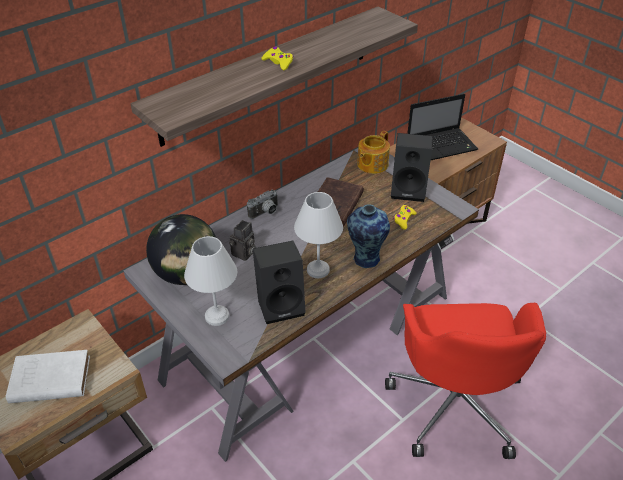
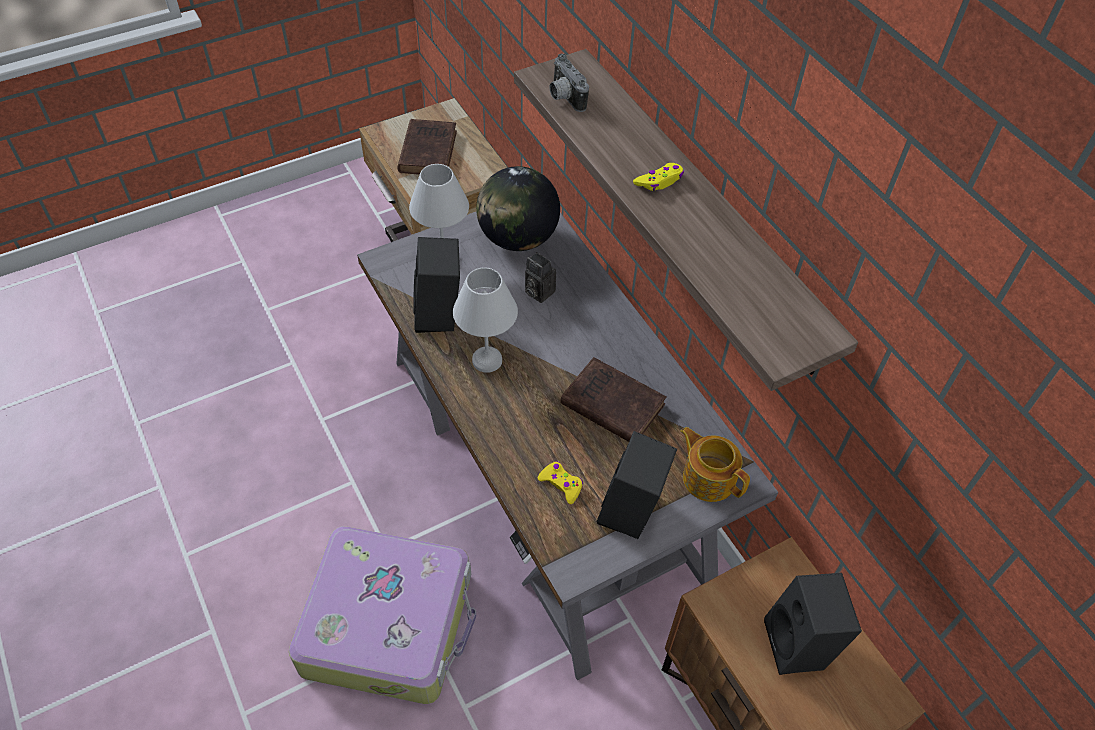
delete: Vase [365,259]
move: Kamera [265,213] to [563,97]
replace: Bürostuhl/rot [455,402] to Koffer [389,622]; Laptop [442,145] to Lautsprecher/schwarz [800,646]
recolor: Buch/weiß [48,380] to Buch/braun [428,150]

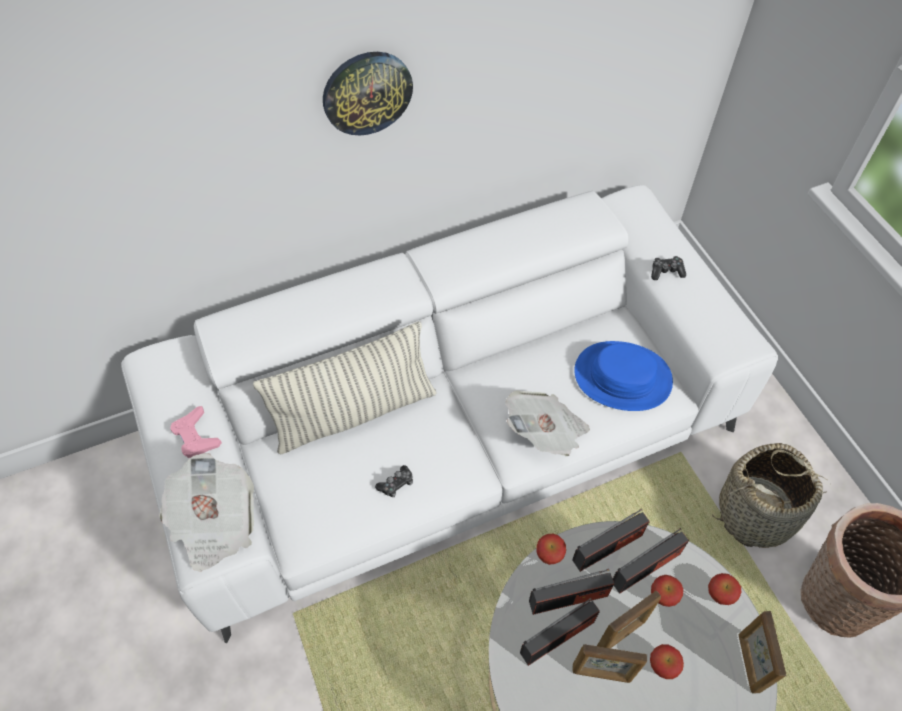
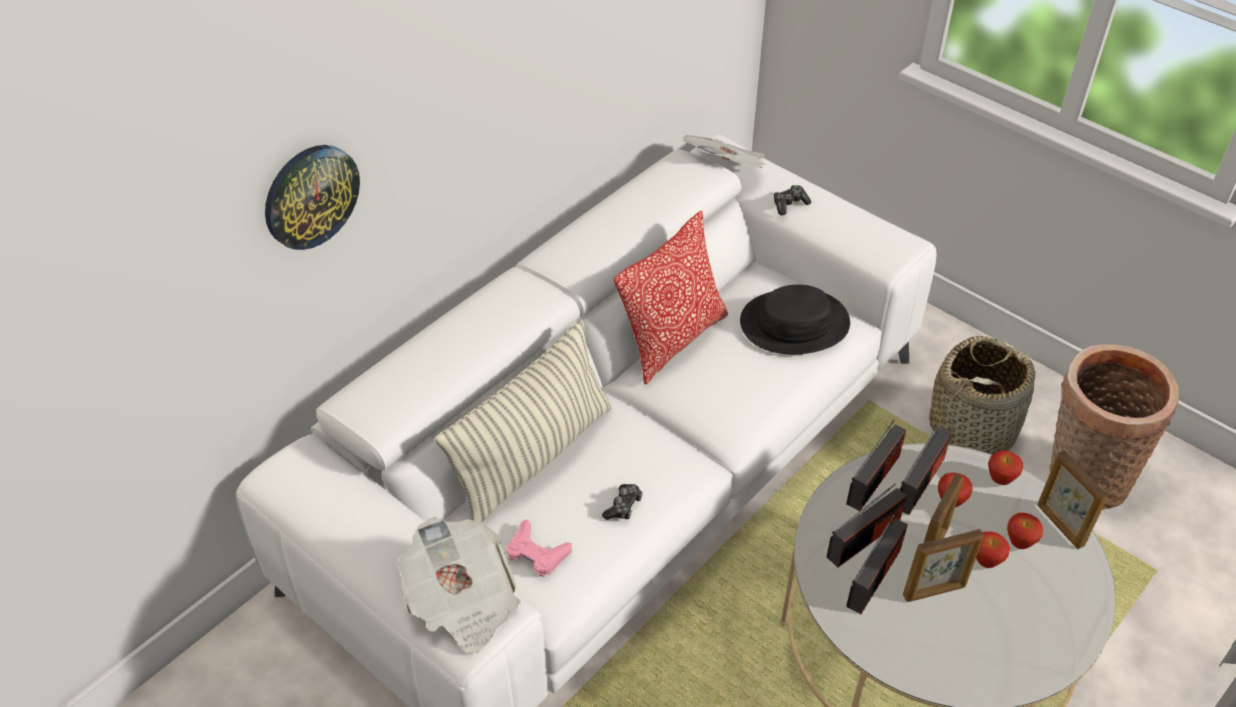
insert: Kissen [672,339]
move: Gamepad/rosa [196,436] to [536,553]; Wanduhr [367,92] to [310,196]; Zeitung [546,432] to [727,169]; Apfel [549,556] to [1019,543]
recolor: Hut/blau [622,377] to Hut/schwarz [794,324]

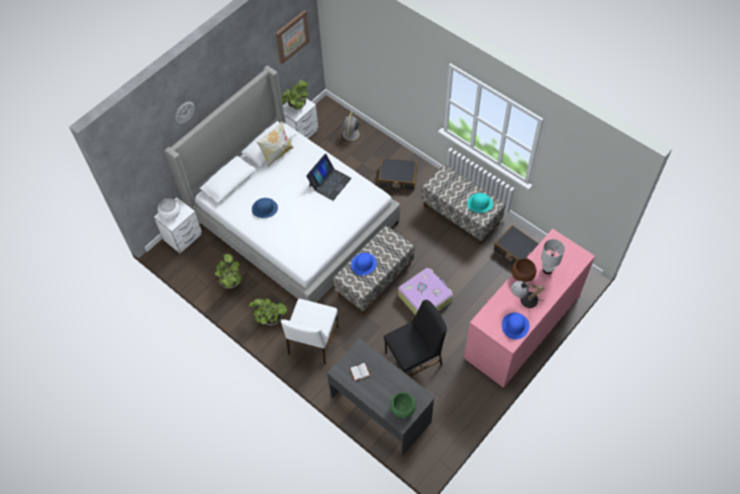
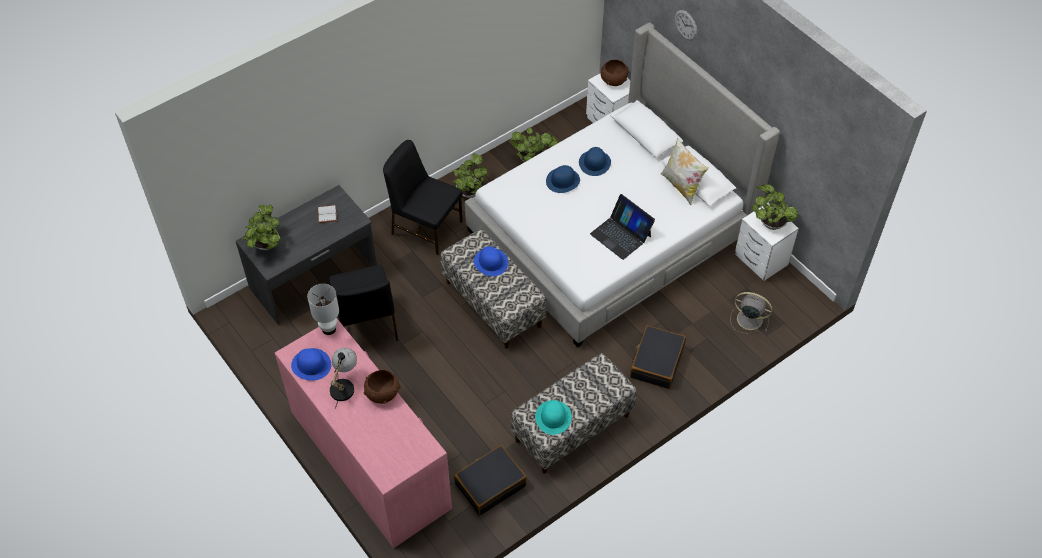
delete: Bild [291,36]; Koffer [425,297]
insert: Hut/blau [562,180]
move: Tischlampe/weiß [548,269] to [328,329]
replace: Schüssel/grün [403,408] to Topfpflanze [265,246]
recolor: Schüssel/weiß [170,214] to Schüssel/braun [613,80]; Stuhl/weiß [312,341] to Stuhl/schwarz [426,226]

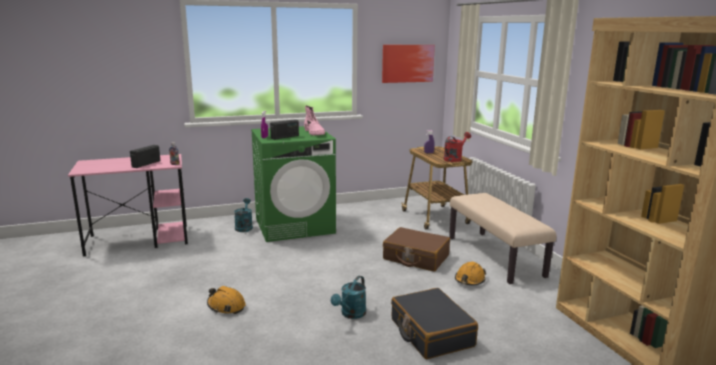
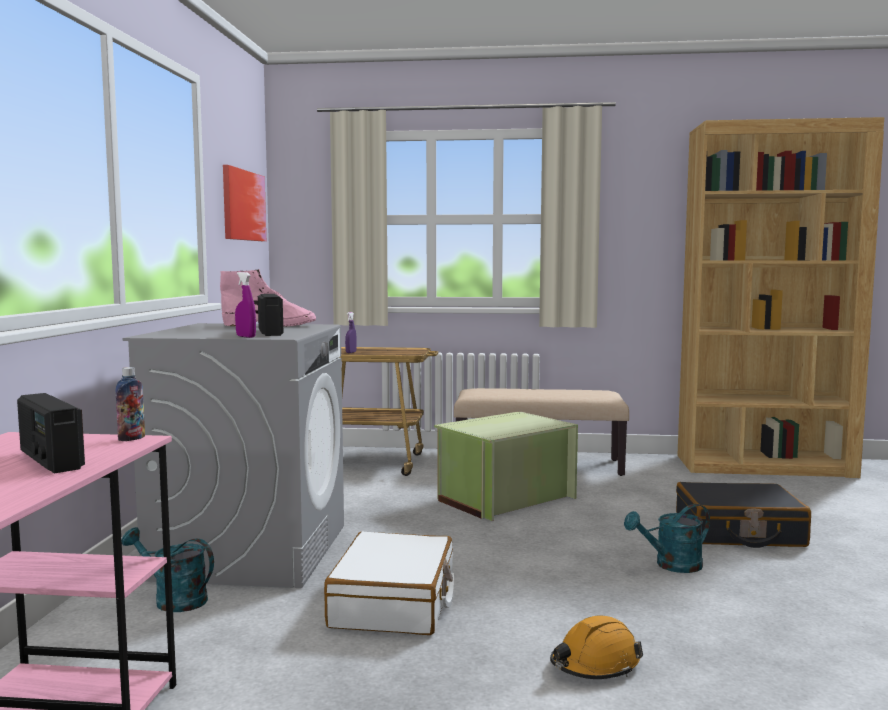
delete: Gießkanne/rot [454,159]; Schutzhelm/orange [469,280]
insert: Koffer/weiß [394,603]
replace: Koffer/braun [415,257] to Aufbewahrungsbox/grün [504,498]
recolor: Waschmaschine/grün [295,225] to Waschmaschine/grau [251,551]
rotate: Gießkanne/türkis [351,314] = [671,566] 105 degrees clockwise

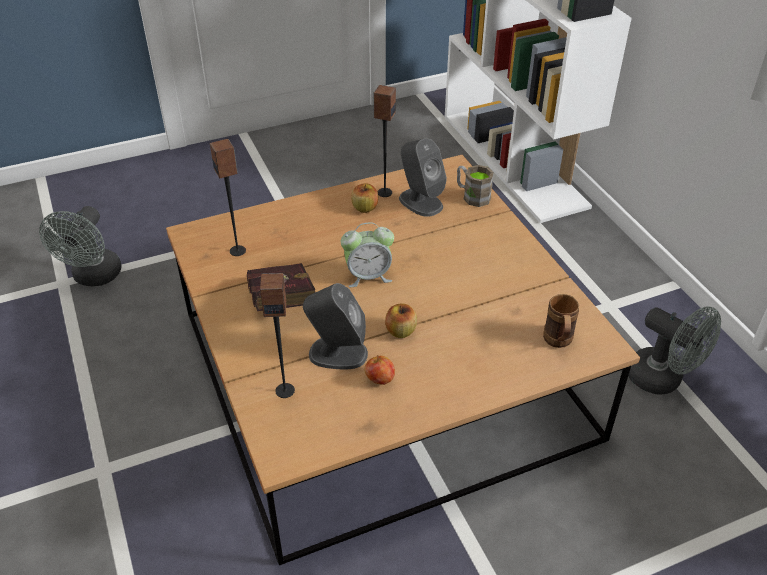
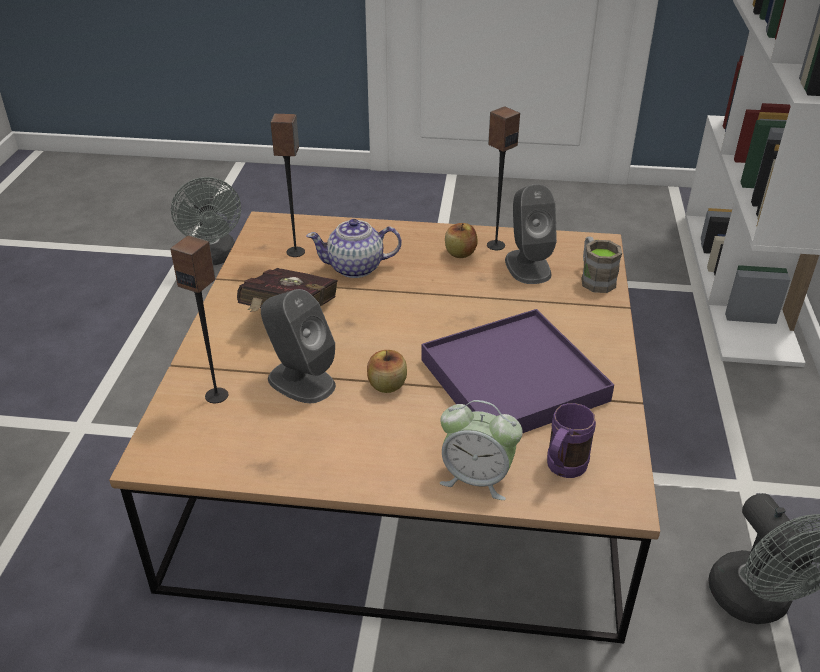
delete: Apfel [379,379]
insert: Teekanne [356,268]; Tablett/lila [512,380]
move: Wecker [368,276] to [476,478]
recolor: Henkelbecher/braun [558,343] to Henkelbecher/lila [562,470]
rotate: Ventilator/grau [94,277] = [213,258] 60 degrees counterclockwise

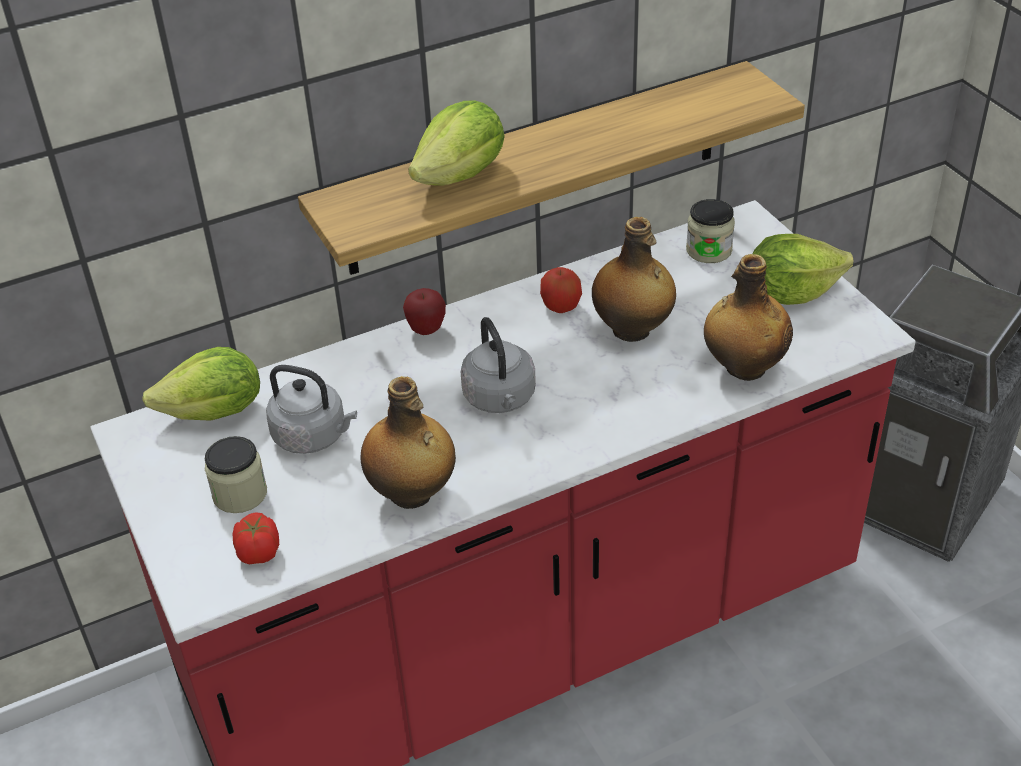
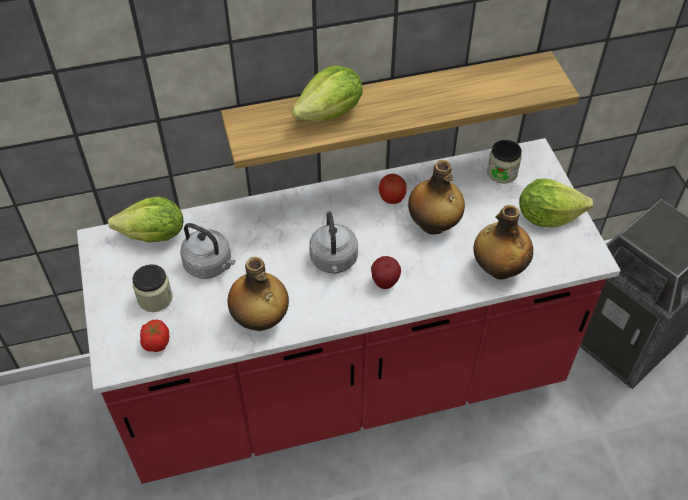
move: Apfel [426,330] to [385,283]

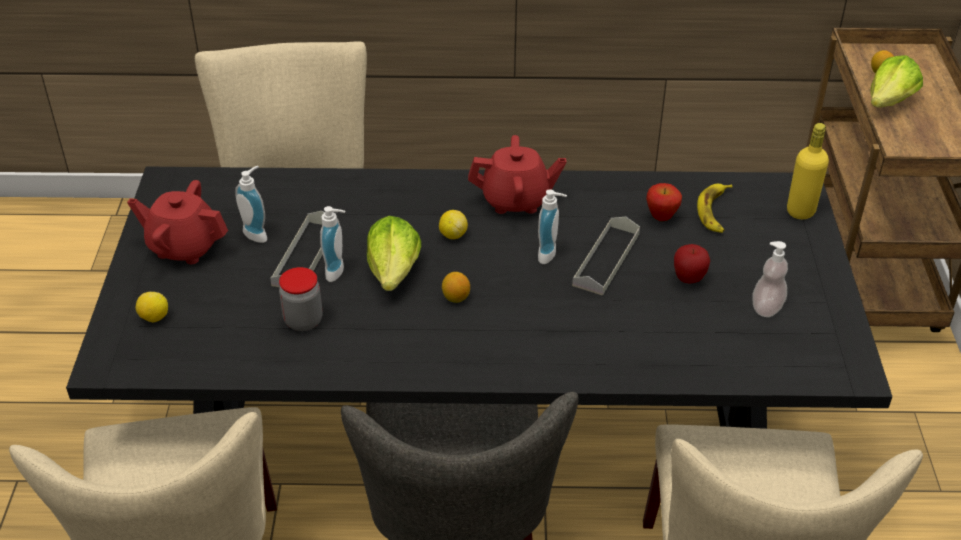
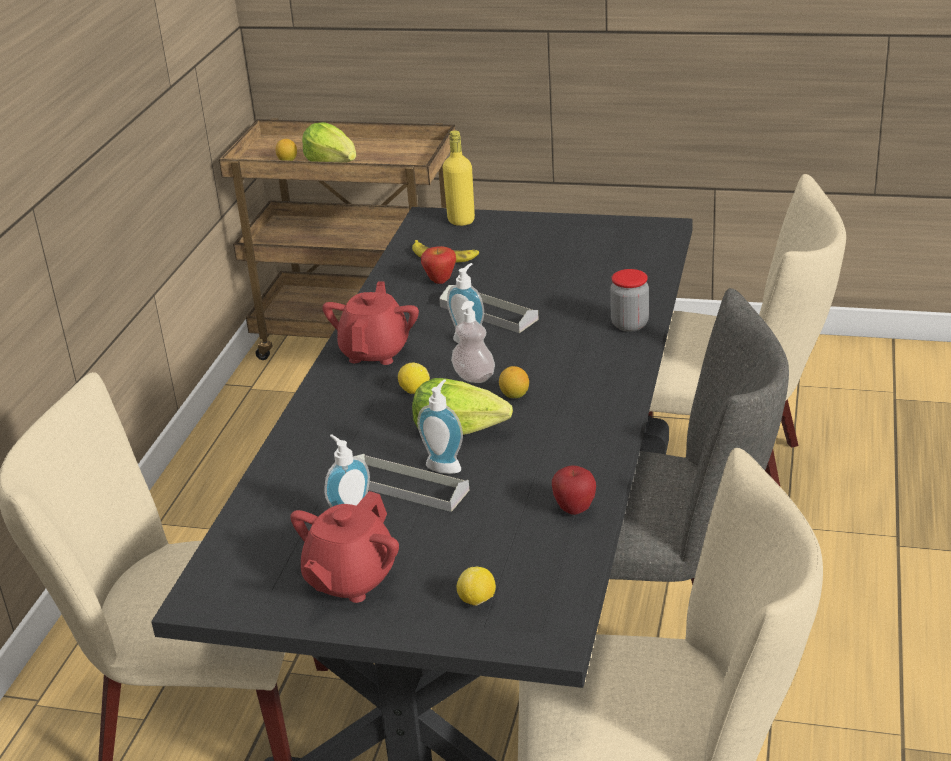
move: Vorratsglas [303,321] to [629,324]; Apfel [688,279] to [574,509]; Seifenspender [766,307] to [474,377]

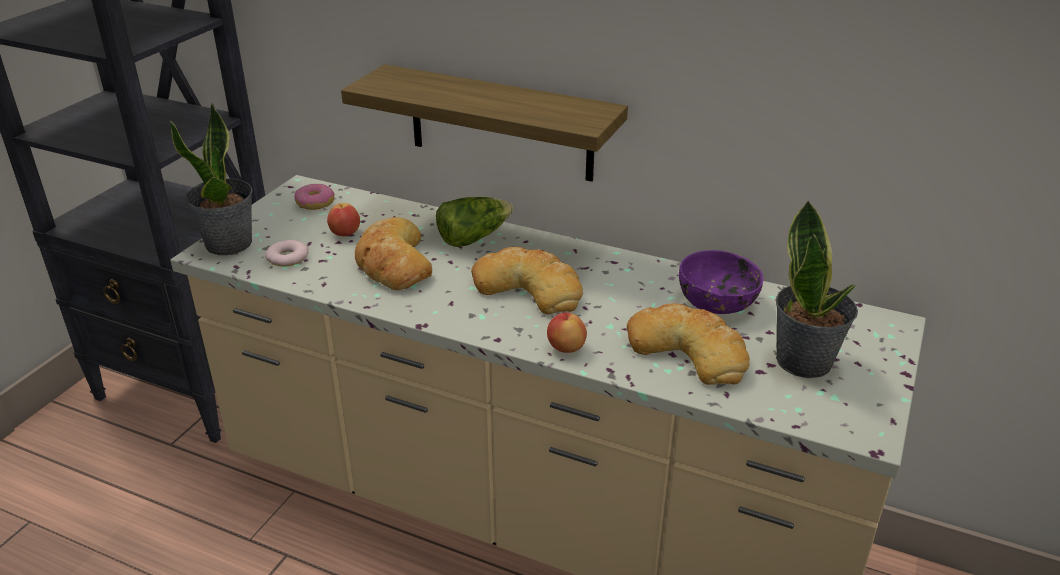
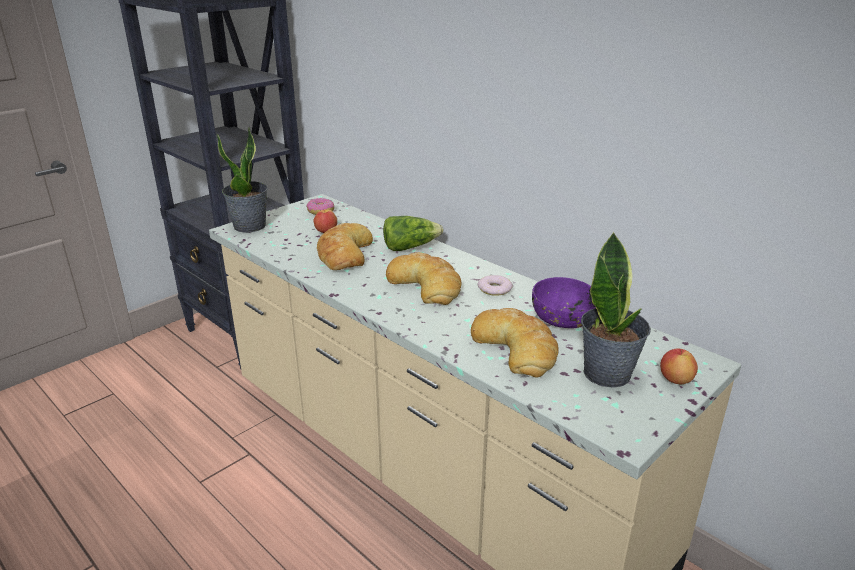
delete: Wandregal [500,123]
move: Donut [287,258] to [494,289]; Apfel [566,347] to [675,380]

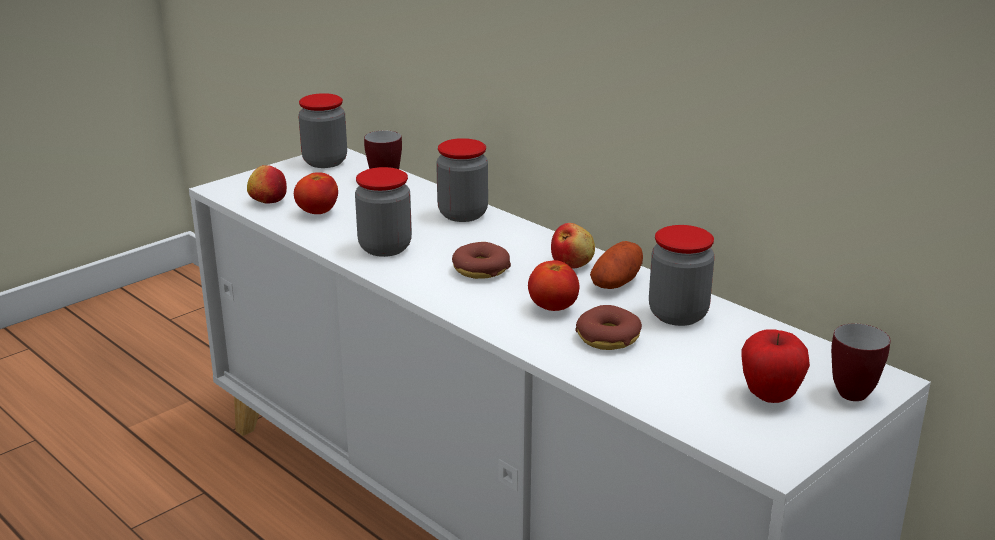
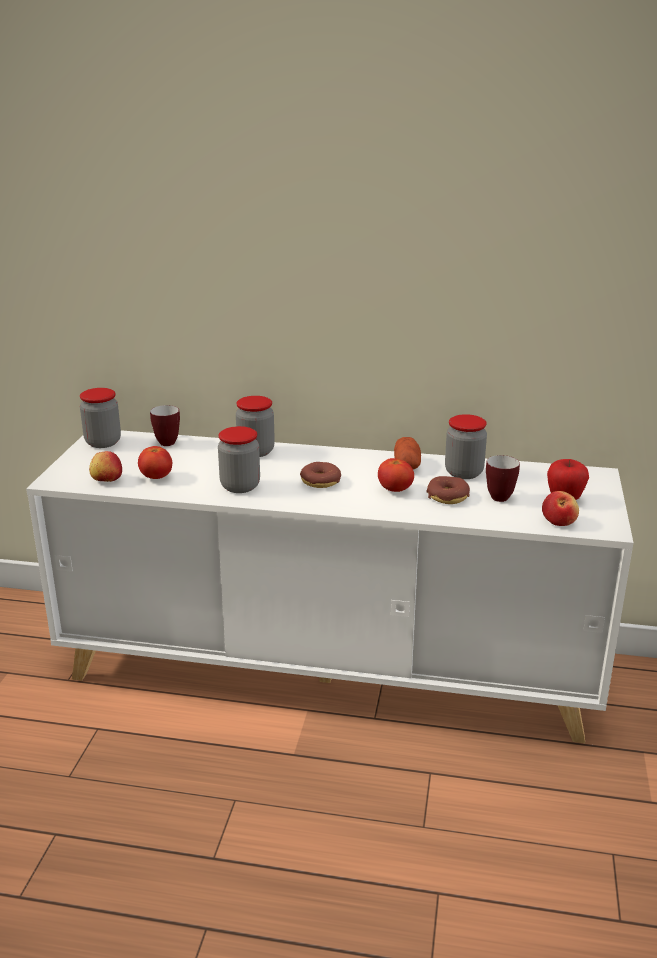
move: Apfel [572,263] to [559,521]; Henkelbecher [851,390] to [496,496]

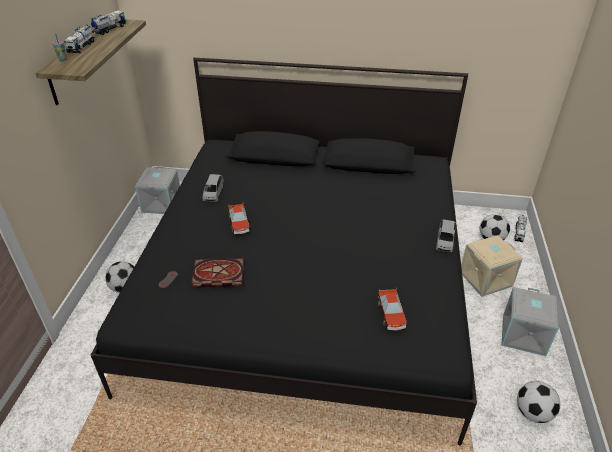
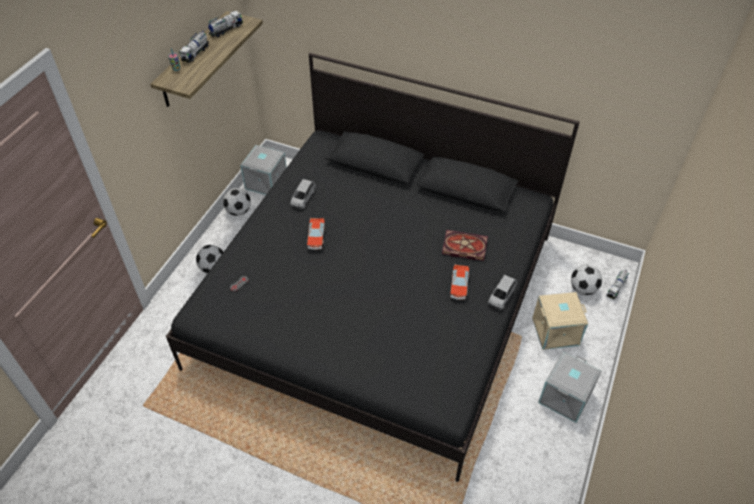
move: Buch [217,275] to [463,247]; Spielzeugauto [391,314] to [459,286]; Fußball [533,412] to [238,211]

